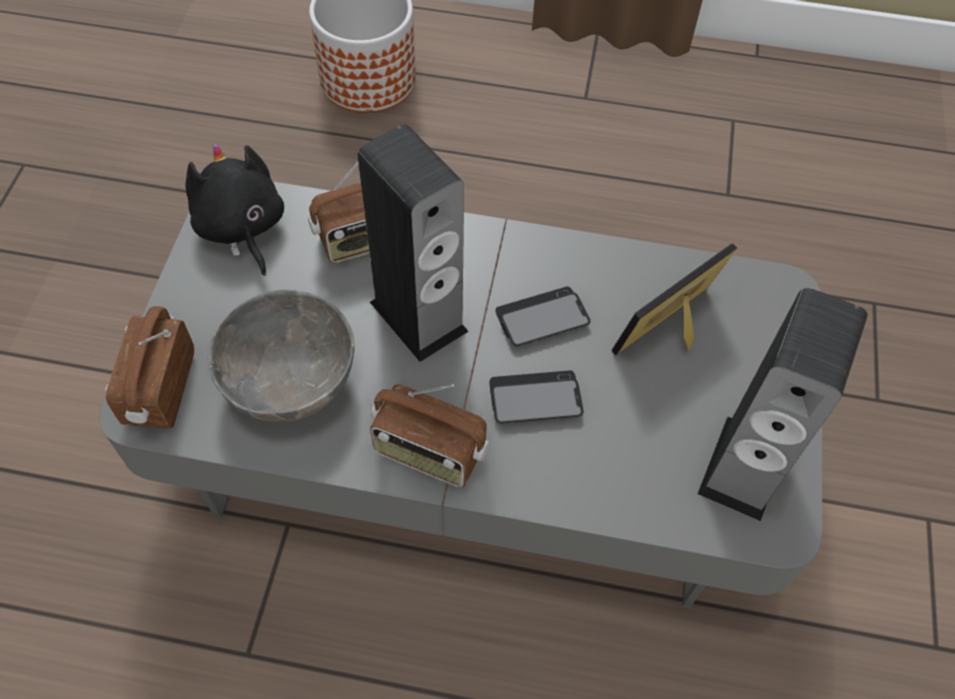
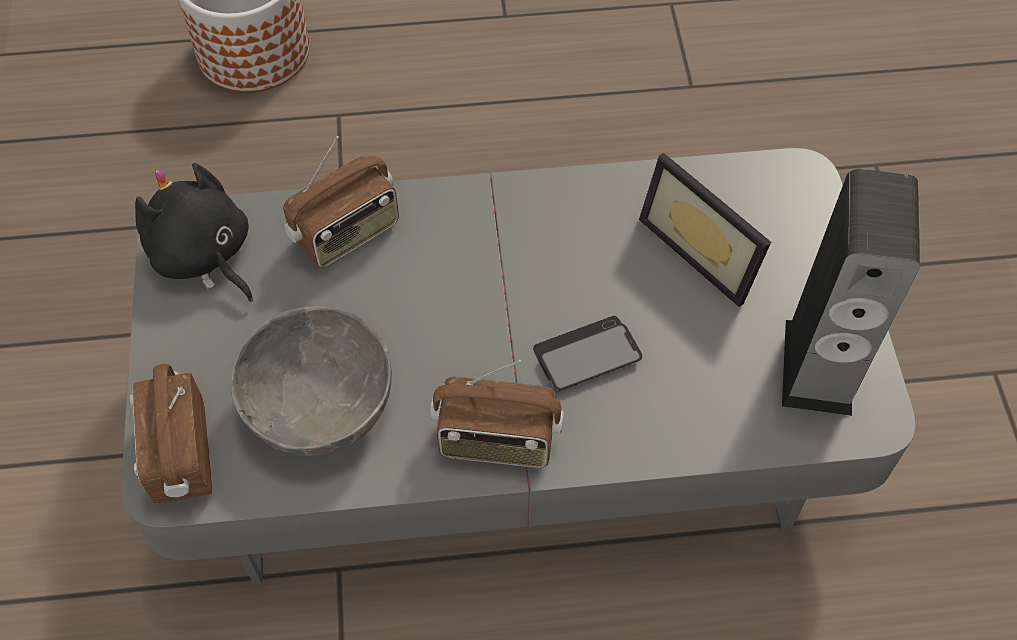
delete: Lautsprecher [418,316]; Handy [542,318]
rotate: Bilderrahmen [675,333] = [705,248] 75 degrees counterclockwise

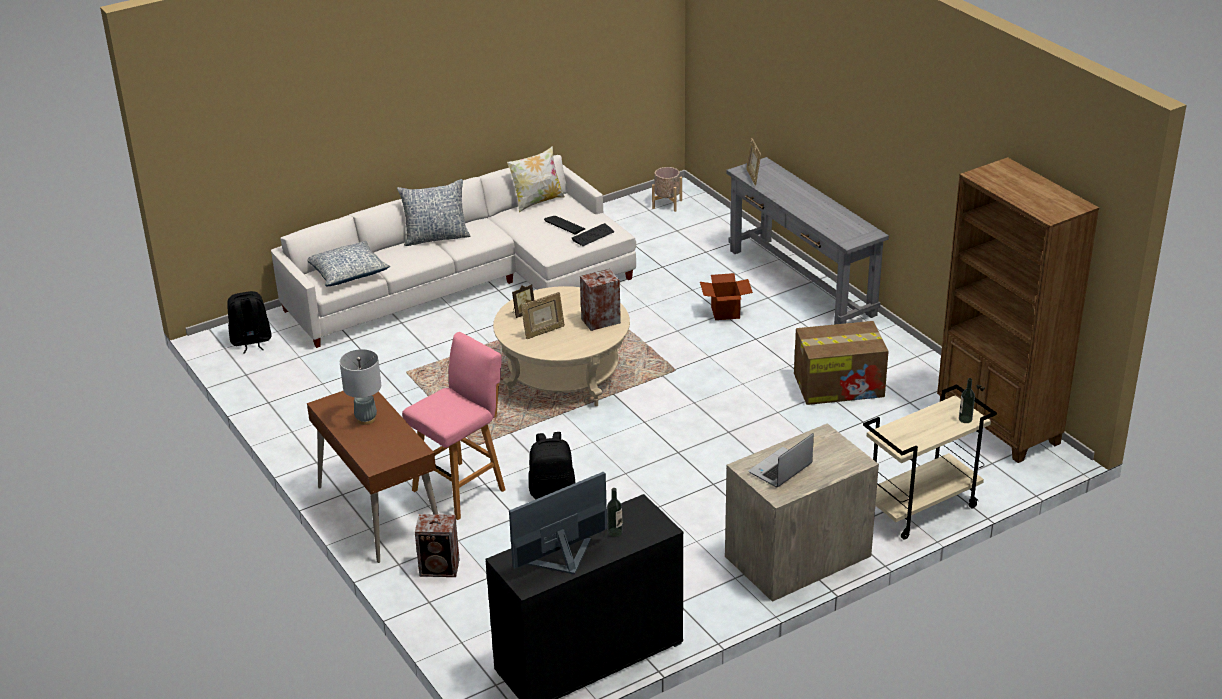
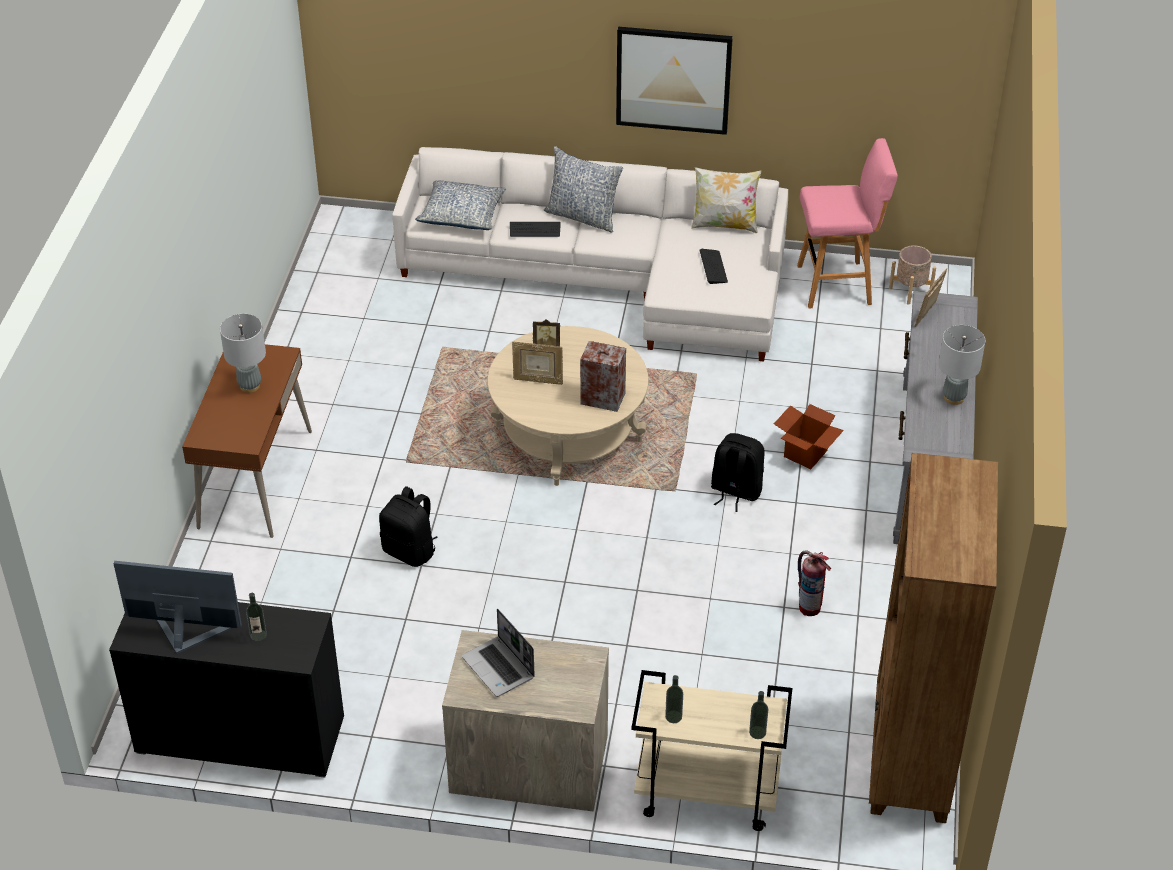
delete: Lautsprecher [440,568]
insert: Bild [673,79]; Flasche [673,716]; Tischlampe/grau [954,398]
move: Rucksack/schwarz [251,341] to [735,491]; Hocker/rosa [461,488] to [837,284]; Tastatur [593,236] to [535,230]
replace: Karton [840,385] to Feuerlöscher [809,607]
rotate: Laptop [780,469] = [499,668] 120 degrees counterclockwise

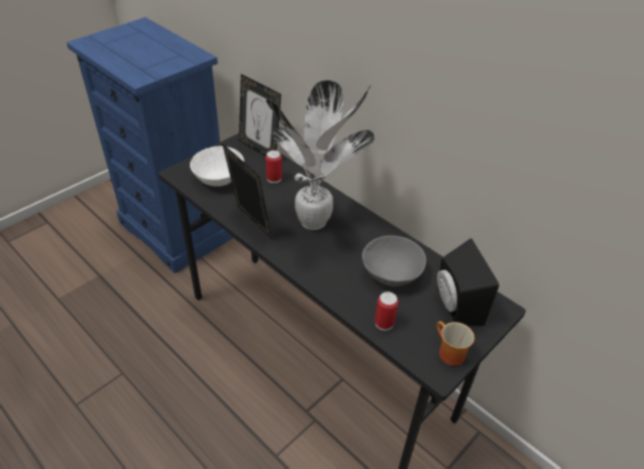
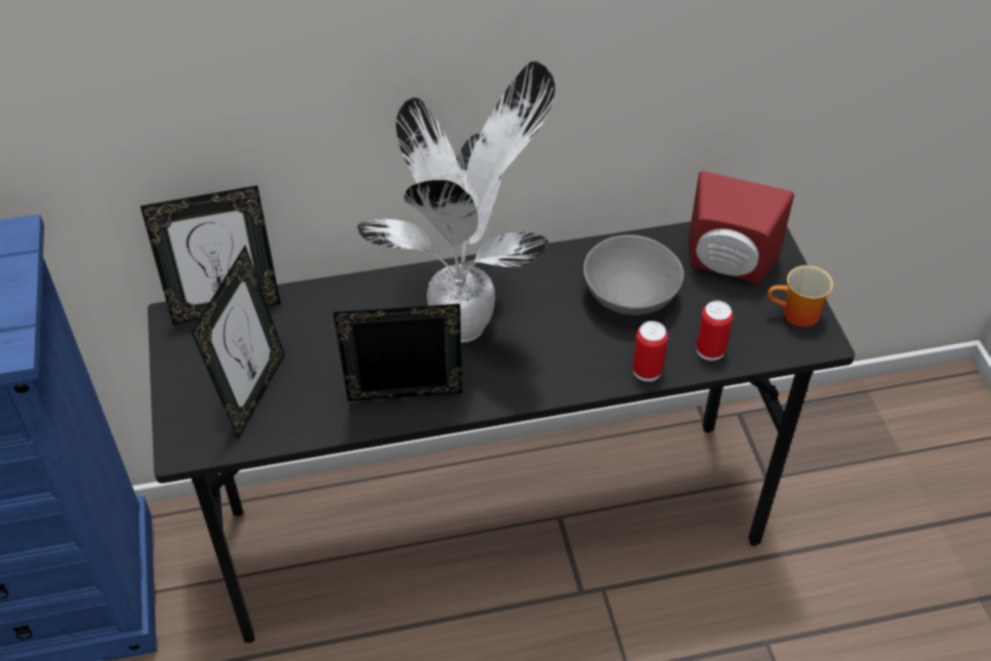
move: Dose [274,178] to [647,370]
replace: Schüssel/weiß [219,178] to Bilderrahmen [253,393]
recolor: Lautsprecher/schwarz [454,305] to Lautsprecher/rot [727,267]

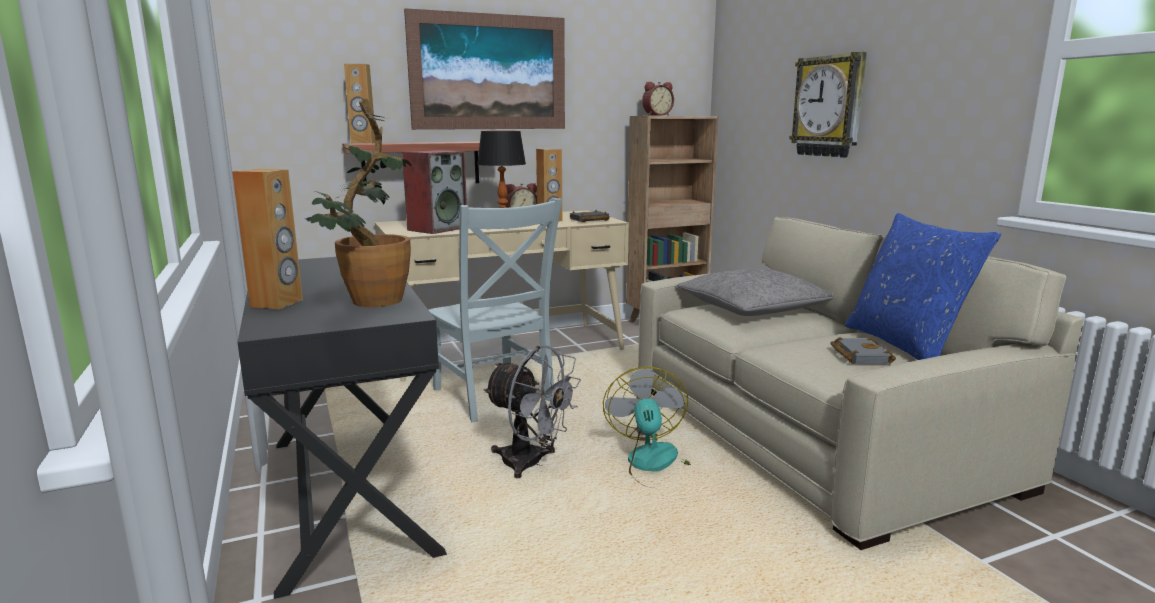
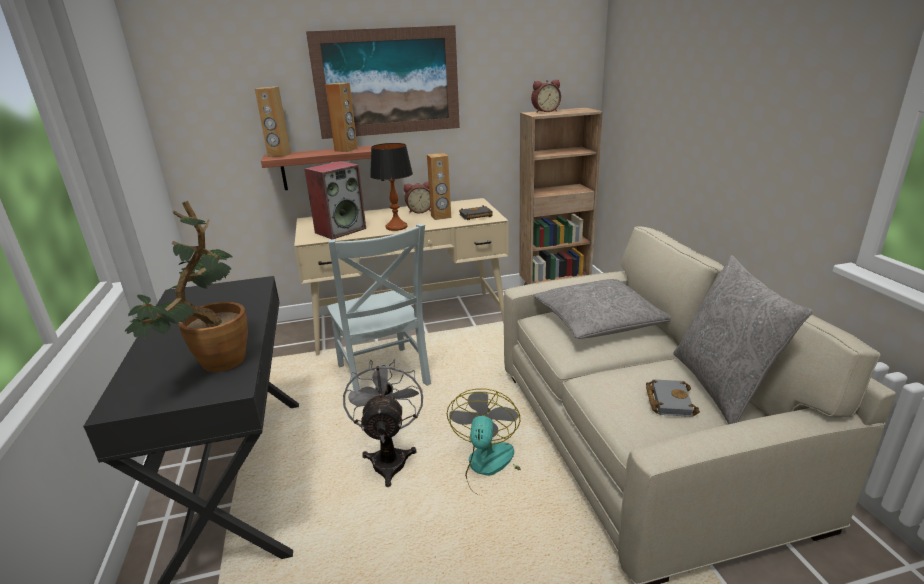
delete: Wanduhr [829,106]
move: Lautsprecher/braun [277,303] to [346,150]
recolor: Kissen/blau [905,345] to Kissen/grau [722,386]
rotate: Ventilator/grau [531,464] = [389,458] 135 degrees counterclockwise

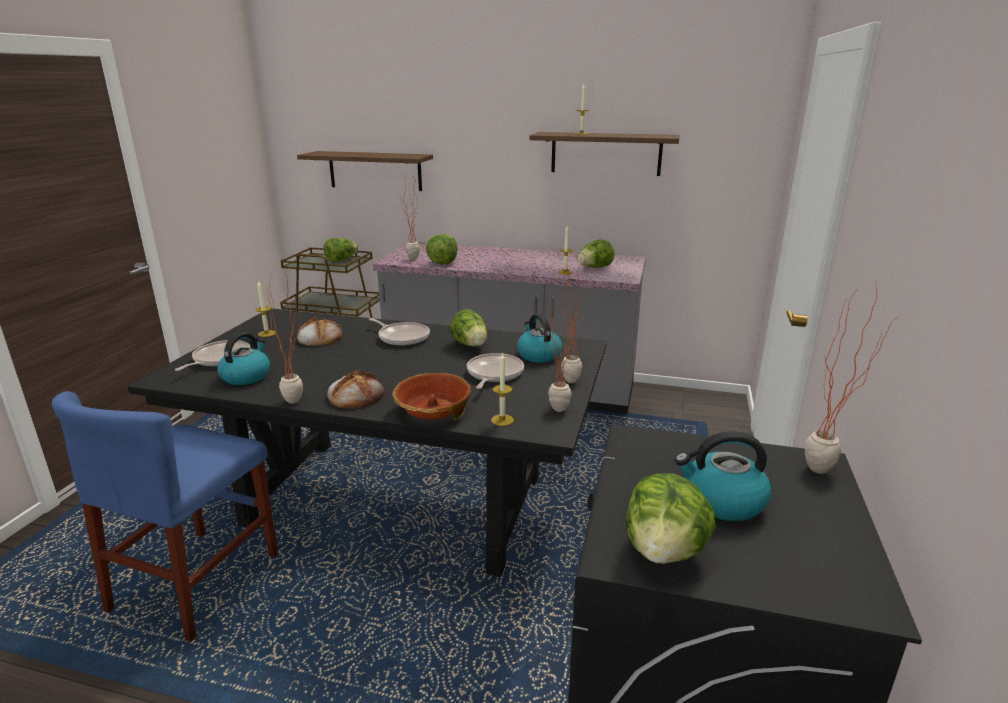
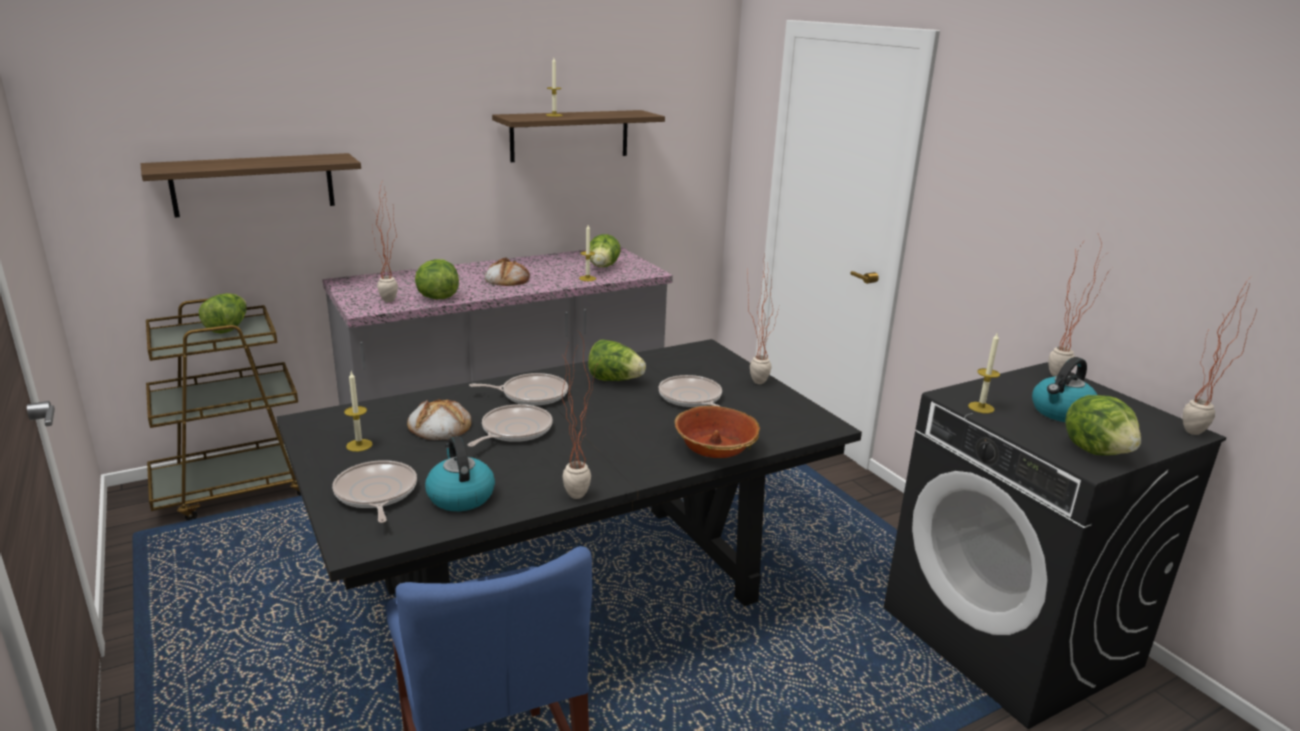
delete: Wasserkessel [538,355]
insert: Pfanne [514,431]
move: Brot [356,395] to [507,279]; Kerze [502,420] to [981,407]; Topfpflanze [552,411] to [1193,436]

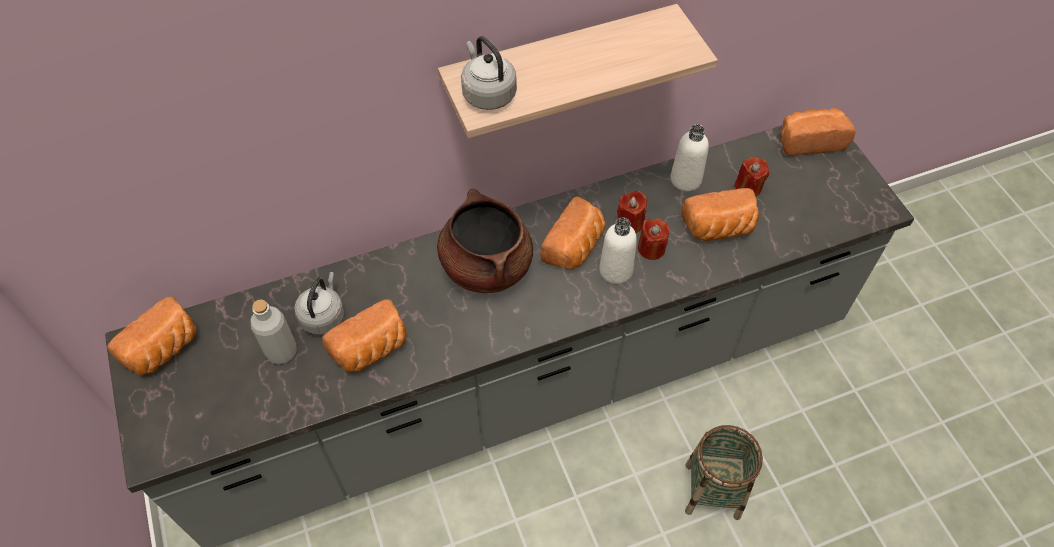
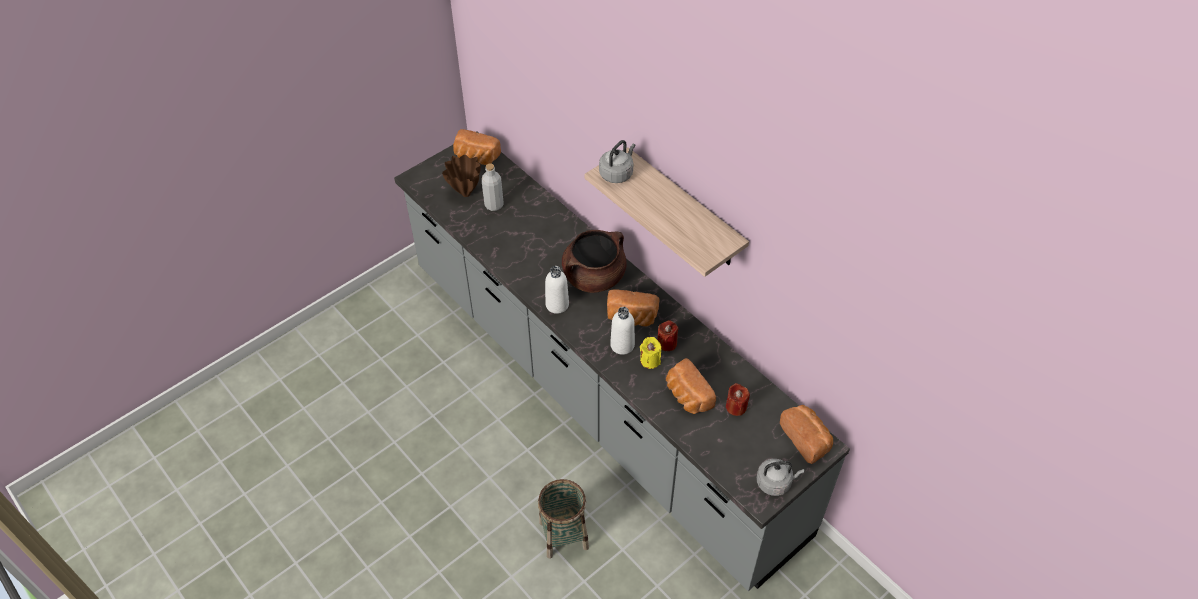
delete: Brot [372,350]
insert: Vase/braun [465,193]
move: Wasserkessel/grau [323,316] to [775,482]; Flasche/weiß [685,180] to [557,304]
recolor: Kerze/rot [651,248] to Kerze/gelb [650,360]

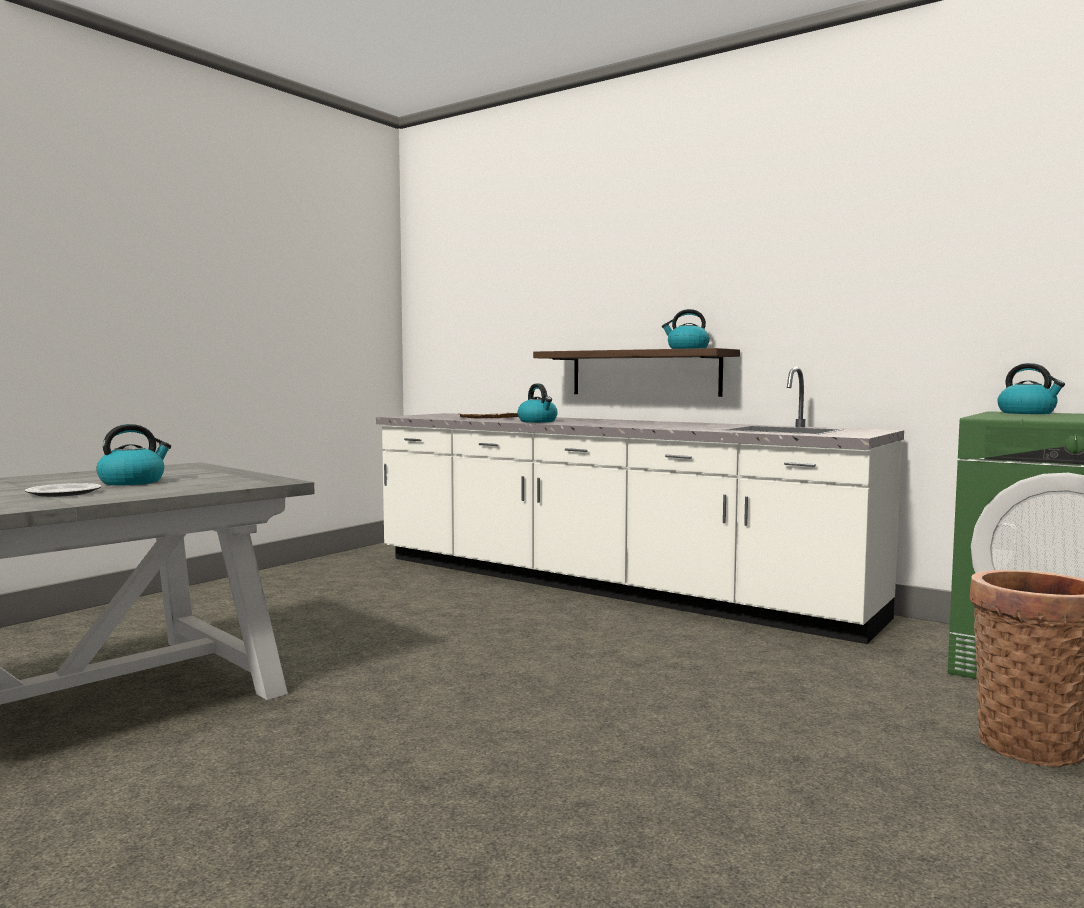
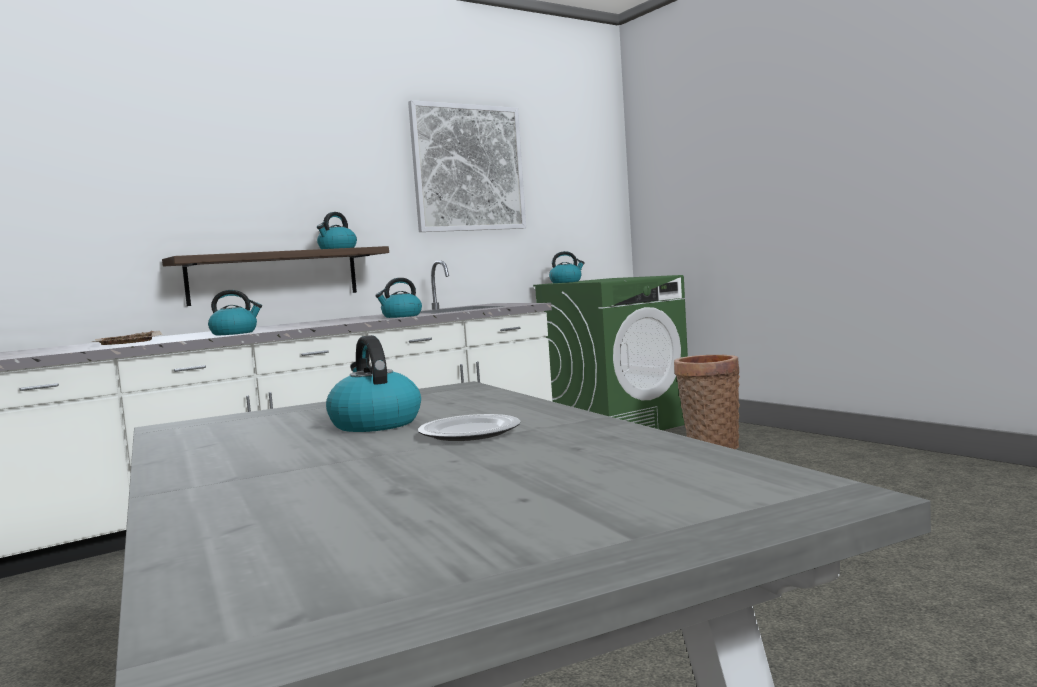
insert: Wasserkessel [401,316]; Bild [468,168]

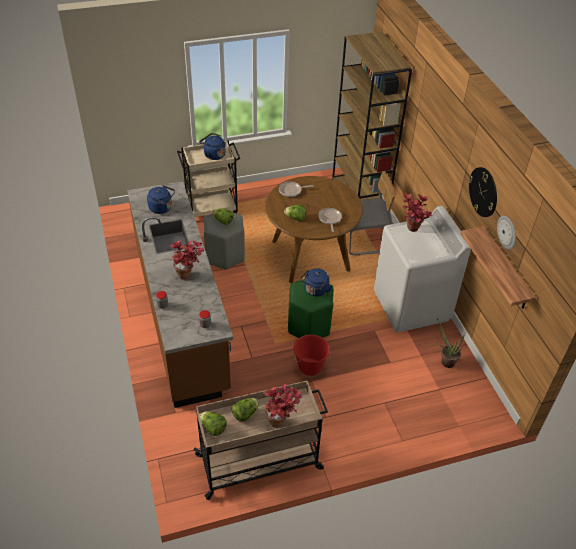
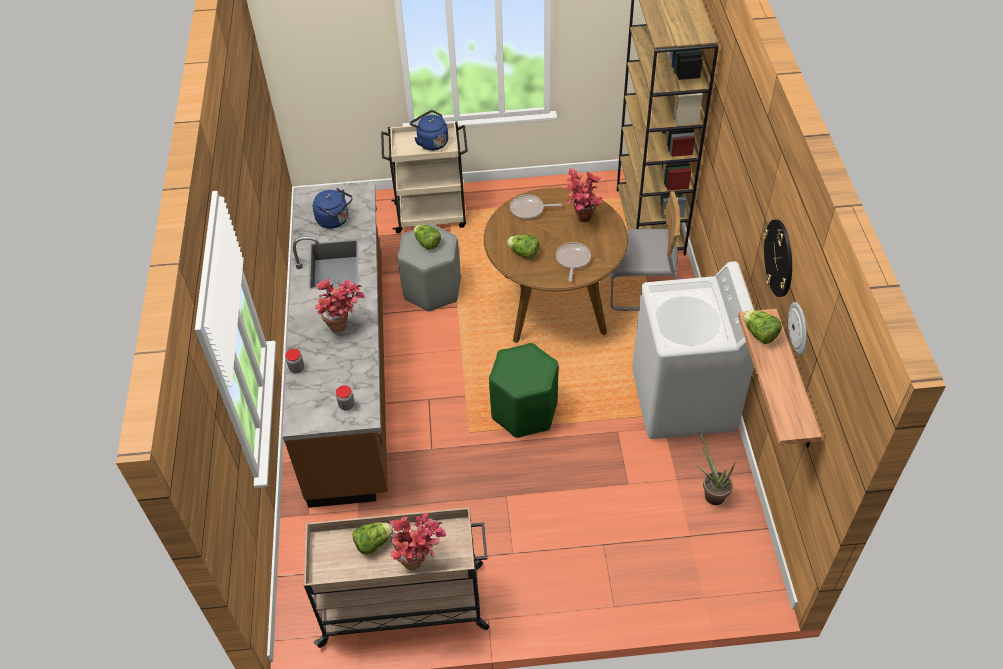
delete: Eimer/rot [310,367]; Wasserkessel/blau [315,291]
move: Salatkopf [213,428] to [759,334]; Topfpflanze [412,231] to [581,221]

